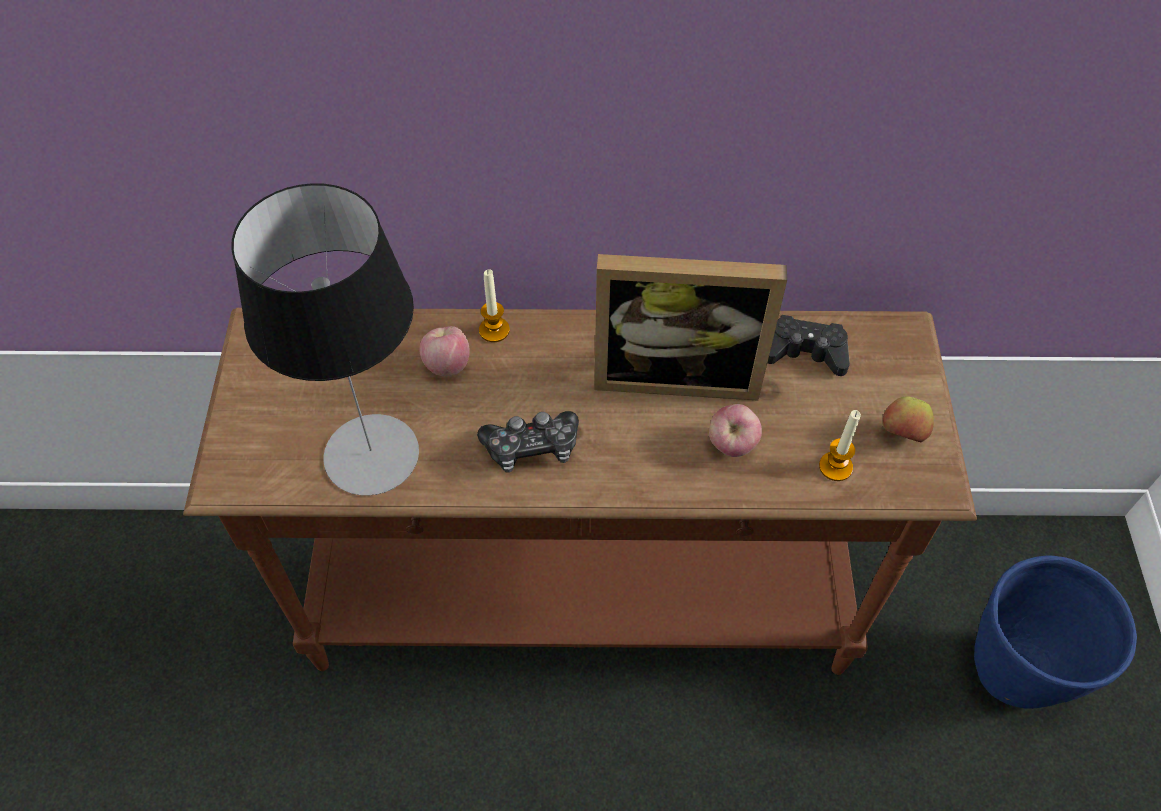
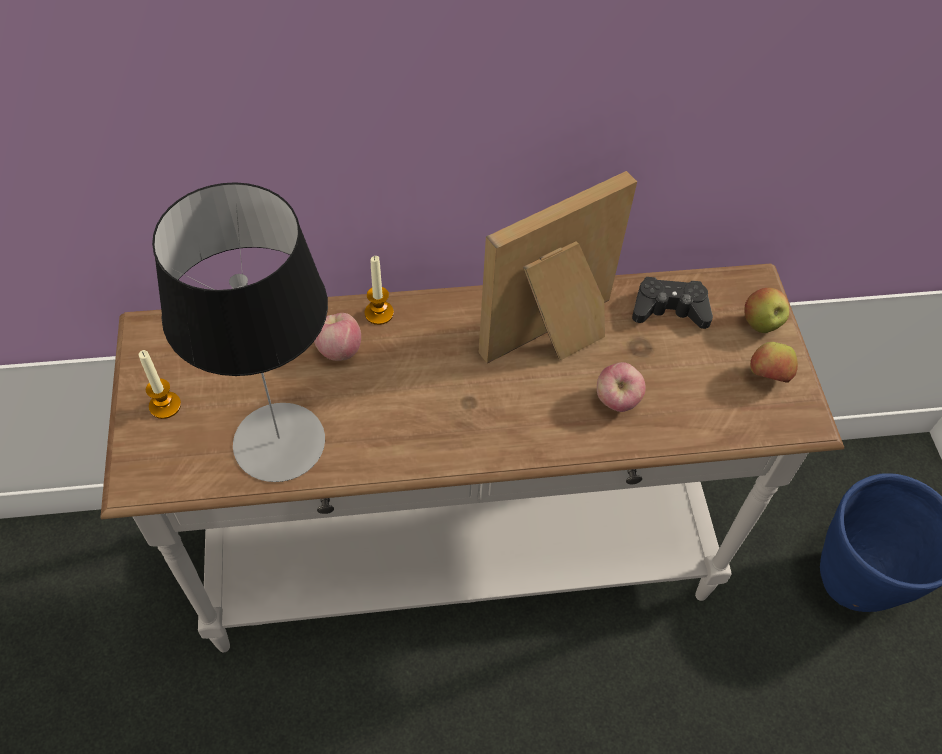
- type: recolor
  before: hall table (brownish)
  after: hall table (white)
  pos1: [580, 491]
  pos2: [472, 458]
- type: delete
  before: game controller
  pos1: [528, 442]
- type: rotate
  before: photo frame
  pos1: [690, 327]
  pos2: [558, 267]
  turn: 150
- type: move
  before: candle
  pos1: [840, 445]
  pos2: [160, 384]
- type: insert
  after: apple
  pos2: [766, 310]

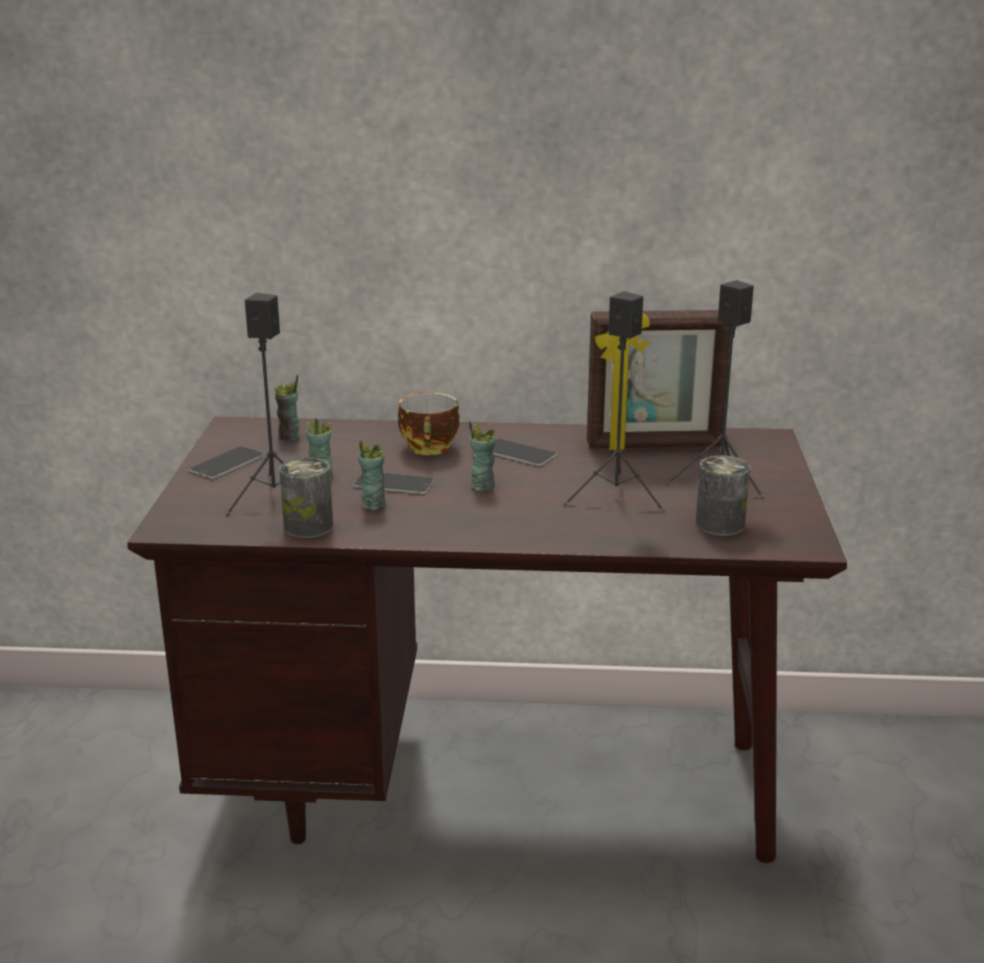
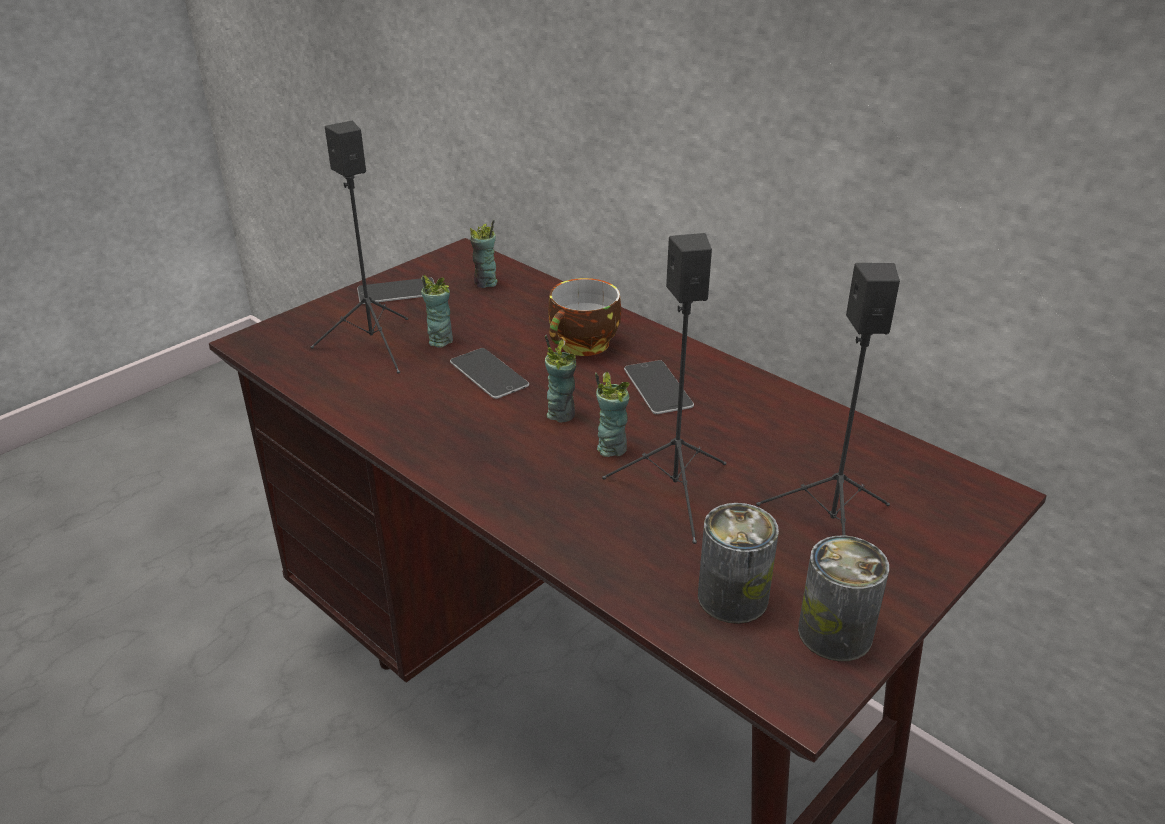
- type: move
  before: sealed can
  pos1: [306, 498]
  pos2: [843, 598]
- type: move
  before: small cup
  pos1: [371, 475]
  pos2: [612, 414]
- type: delete
  before: photo frame
  pos1: [658, 380]

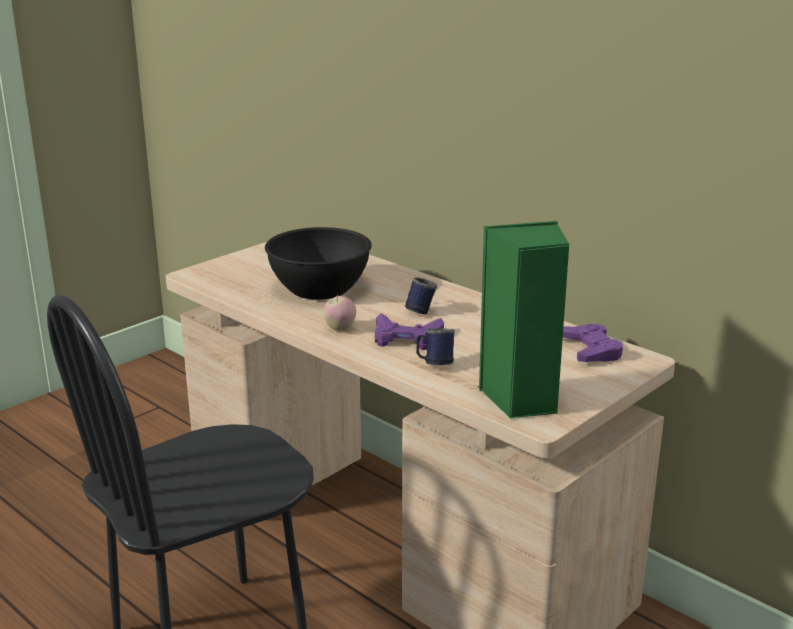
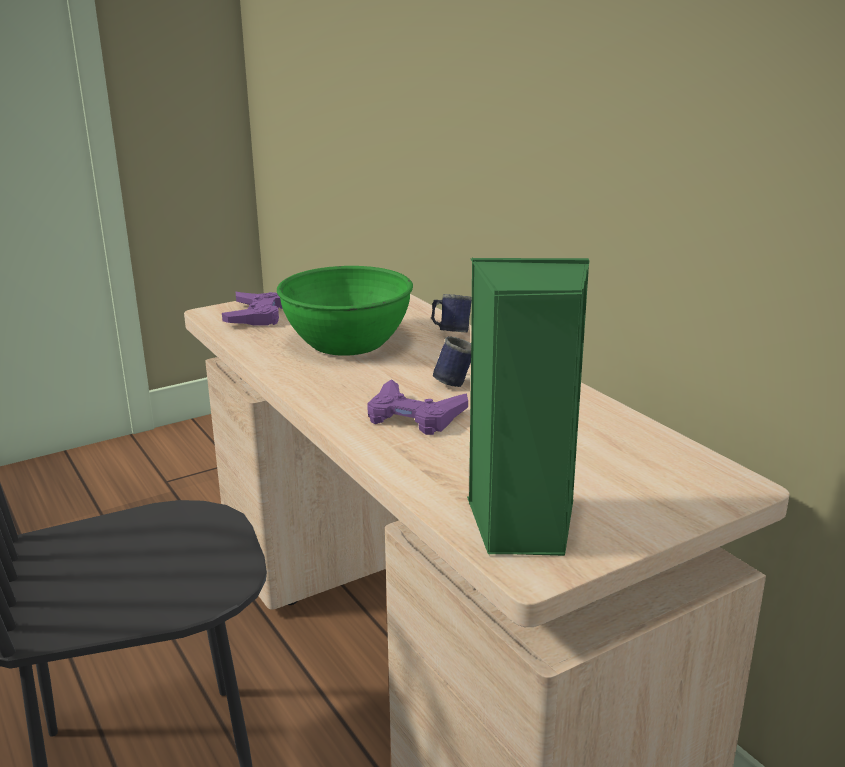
- type: recolor
  before: deep dish (black)
  after: deep dish (green)
  pos1: [318, 263]
  pos2: [345, 311]
- type: delete
  before: apple
  pos1: [340, 312]
- type: move
  before: tea mug (blue)
  pos1: [435, 346]
  pos2: [451, 313]
- type: move
  before: game controller (purplish)
  pos1: [593, 343]
  pos2: [252, 309]

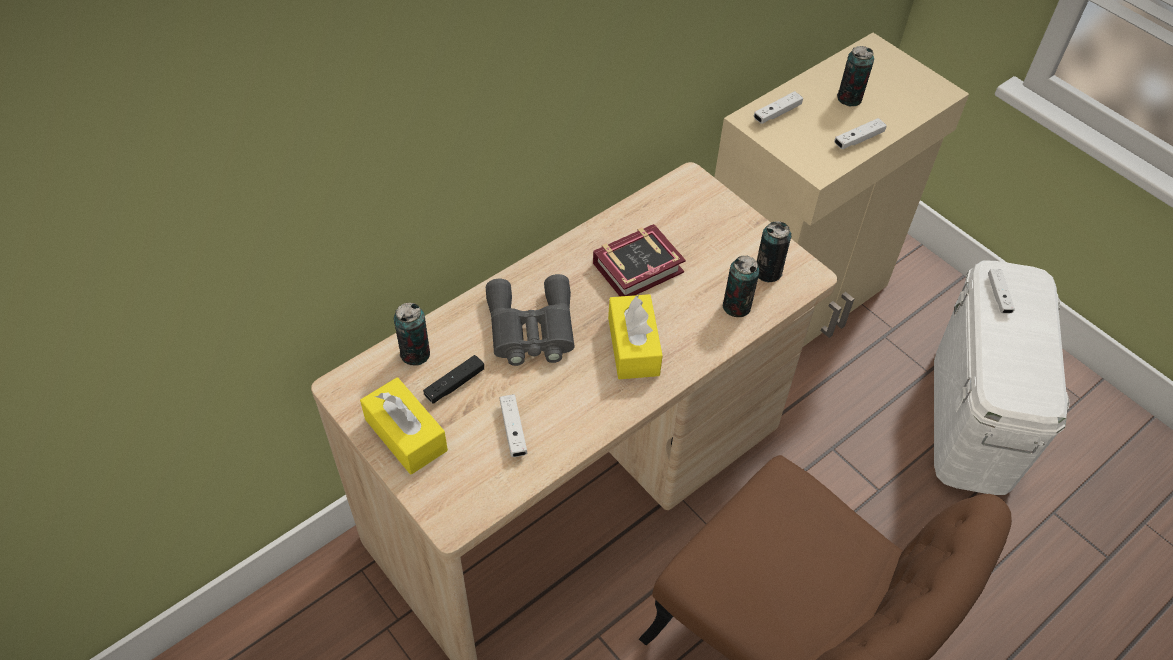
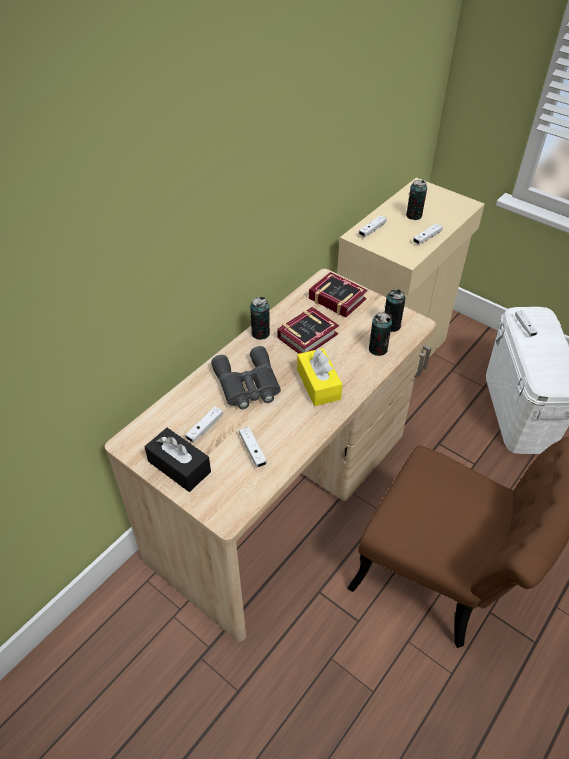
- type: recolor
  before: tissue holder (yellowish)
  after: tissue holder (black)
  pos1: [404, 426]
  pos2: [178, 460]
- type: move
  before: sealed can
  pos1: [412, 334]
  pos2: [260, 318]
- type: recolor
  before: game controller (black)
  after: game controller (white)
  pos1: [453, 379]
  pos2: [204, 424]
- type: insert
  after: bound book
  pos2: [338, 294]

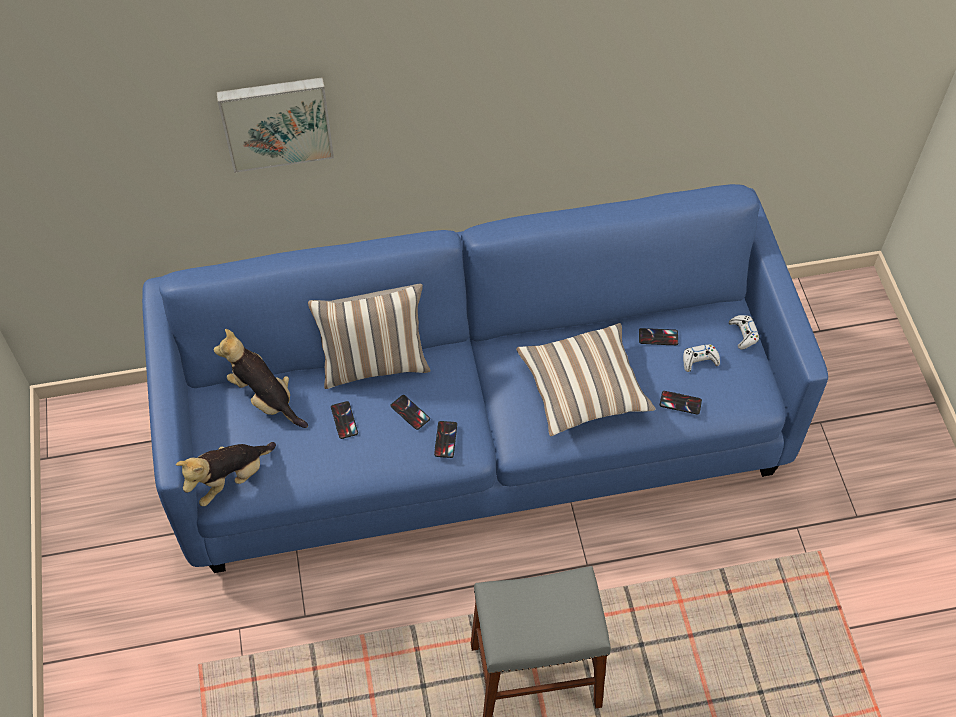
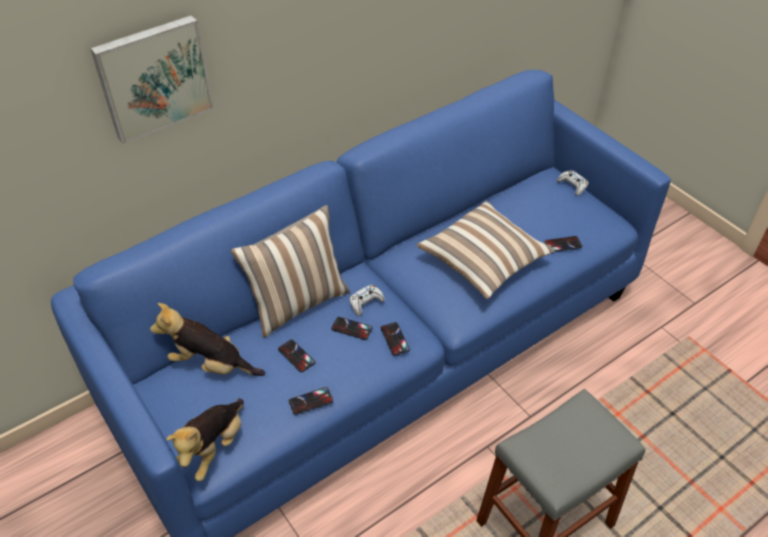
- type: move
  before: phone
  pos1: [658, 336]
  pos2: [311, 401]
- type: move
  before: game controller (white)
  pos1: [701, 358]
  pos2: [367, 300]

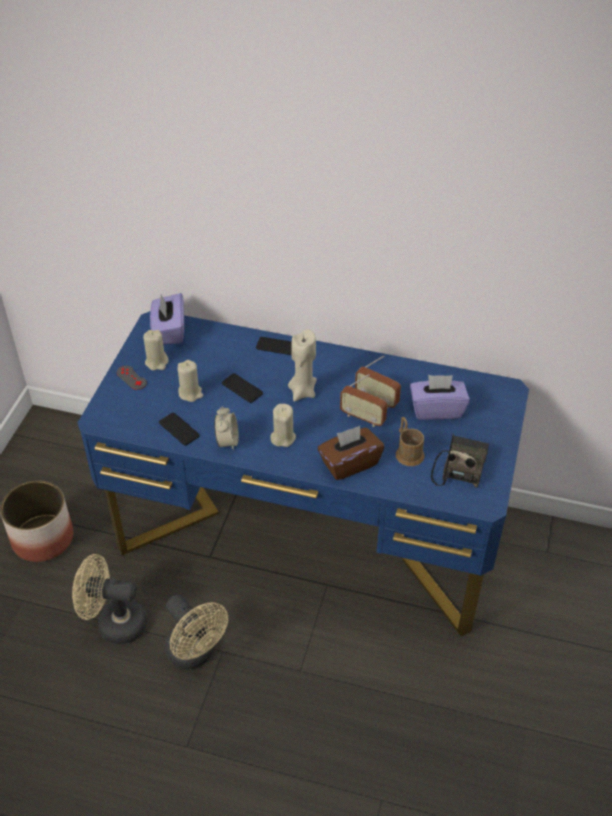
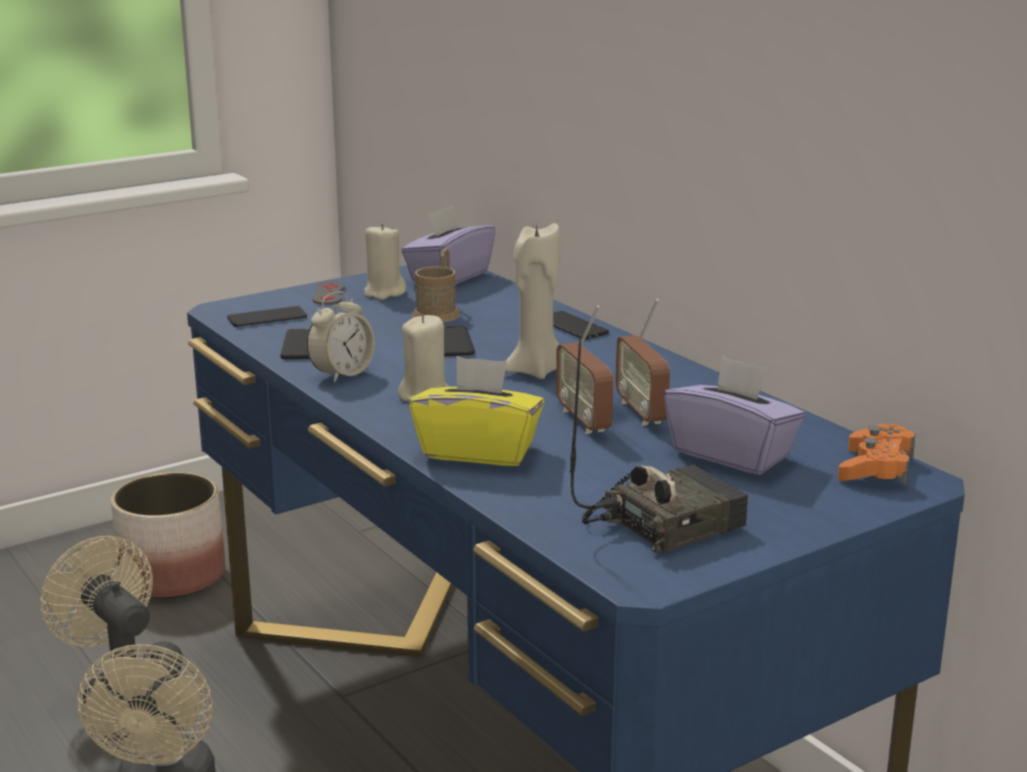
- type: delete
  before: candle (beige)
  pos1: [190, 381]
- type: recolor
  before: tissue holder (brownish)
  after: tissue holder (yellowish)
  pos1: [351, 453]
  pos2: [476, 411]
- type: move
  before: tea mug (brownish)
  pos1: [410, 441]
  pos2: [436, 285]
- type: insert
  after: phone
  pos2: [267, 316]
- type: insert
  after: game controller (orange)
  pos2: [877, 455]

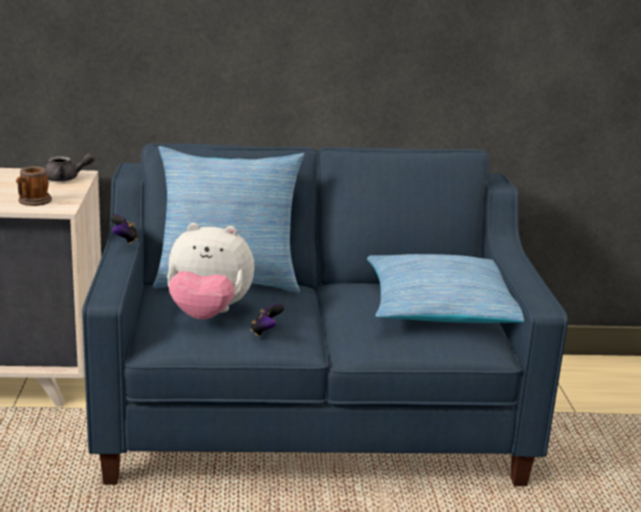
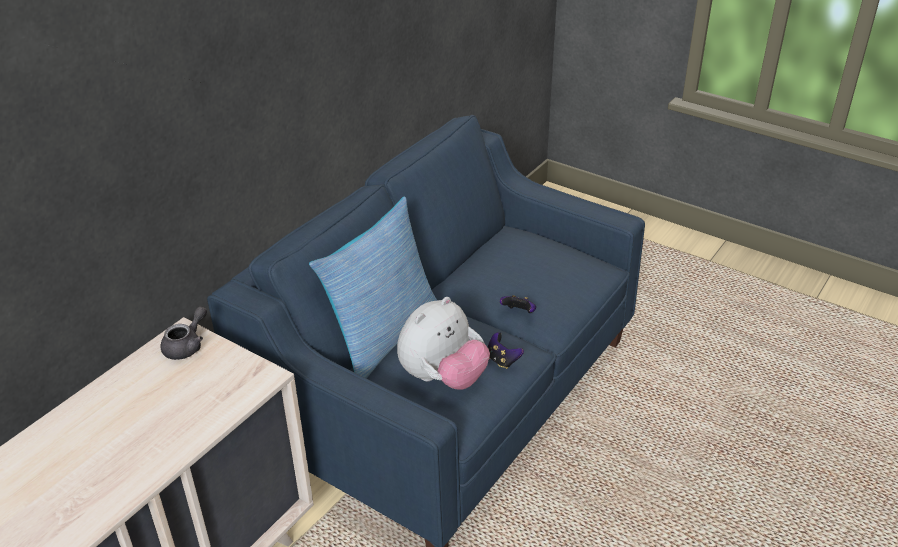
- type: delete
  before: tea mug
  pos1: [34, 186]
- type: move
  before: game controller
  pos1: [124, 229]
  pos2: [518, 304]
- type: delete
  before: cushion
  pos1: [445, 288]

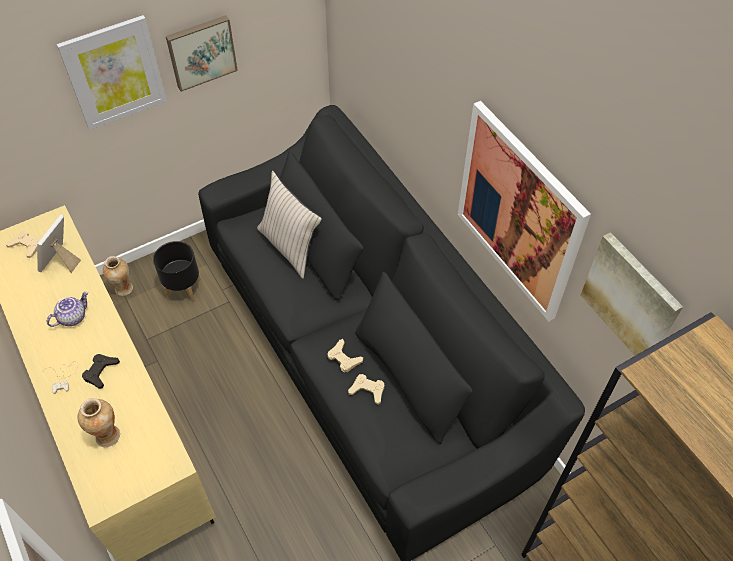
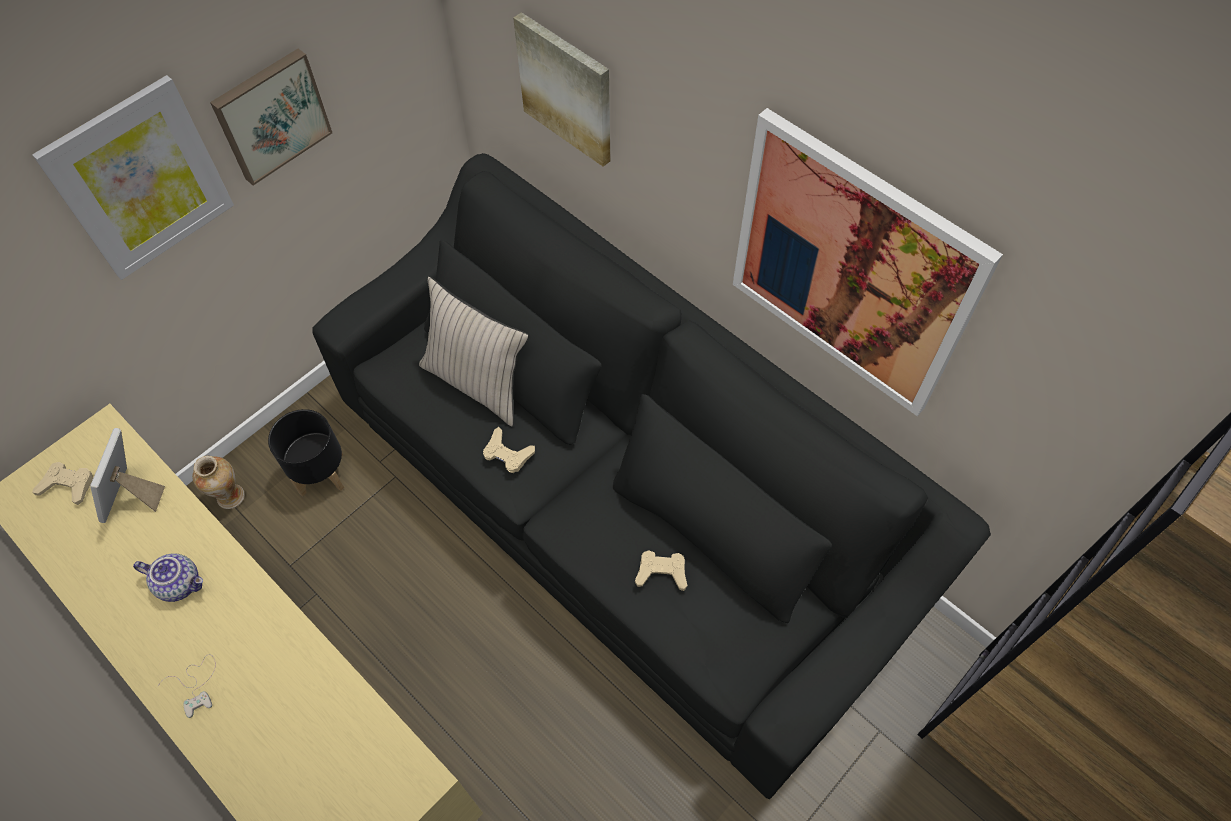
- type: rotate
  before: teapot
  pos1: [67, 309]
  pos2: [168, 577]
  turn: 75
- type: delete
  before: decorative vase
  pos1: [99, 422]
- type: delete
  before: game controller (black)
  pos1: [101, 371]
- type: move
  before: game controller (beige)
  pos1: [345, 355]
  pos2: [509, 450]
- type: move
  before: wall art
  pos1: [632, 294]
  pos2: [561, 89]

